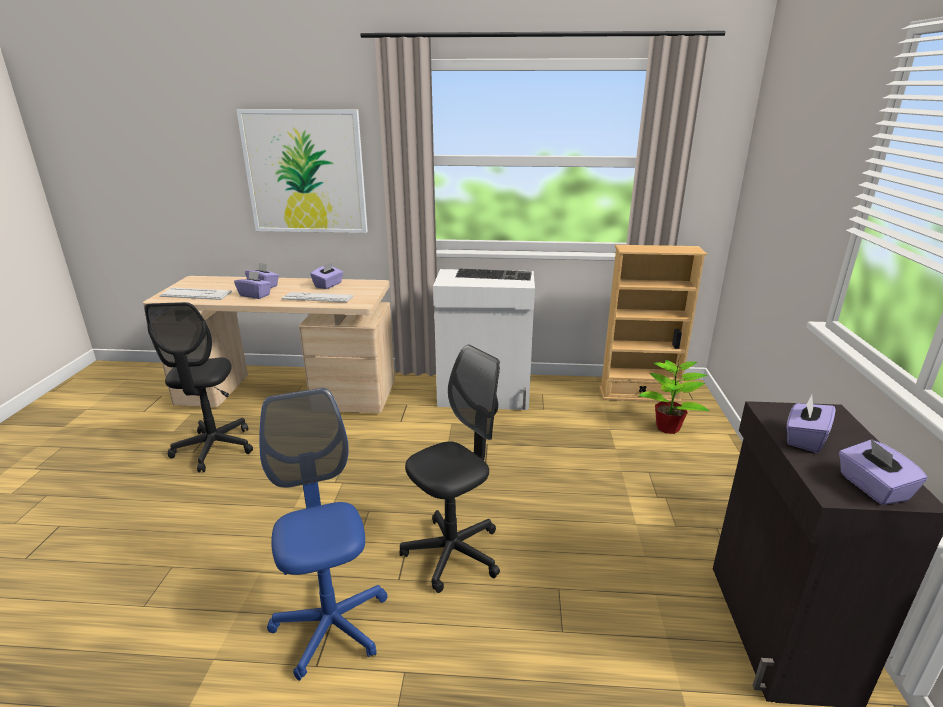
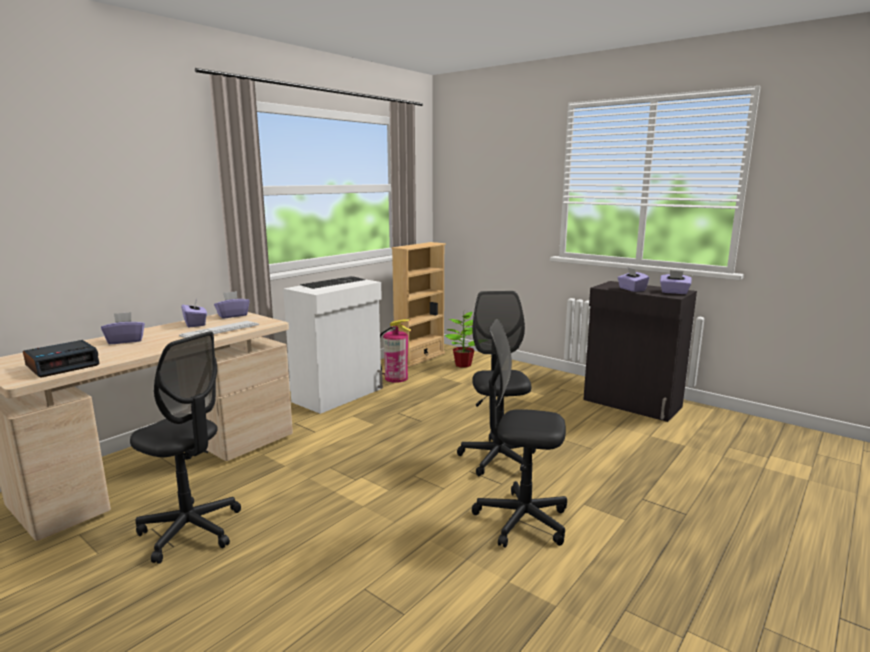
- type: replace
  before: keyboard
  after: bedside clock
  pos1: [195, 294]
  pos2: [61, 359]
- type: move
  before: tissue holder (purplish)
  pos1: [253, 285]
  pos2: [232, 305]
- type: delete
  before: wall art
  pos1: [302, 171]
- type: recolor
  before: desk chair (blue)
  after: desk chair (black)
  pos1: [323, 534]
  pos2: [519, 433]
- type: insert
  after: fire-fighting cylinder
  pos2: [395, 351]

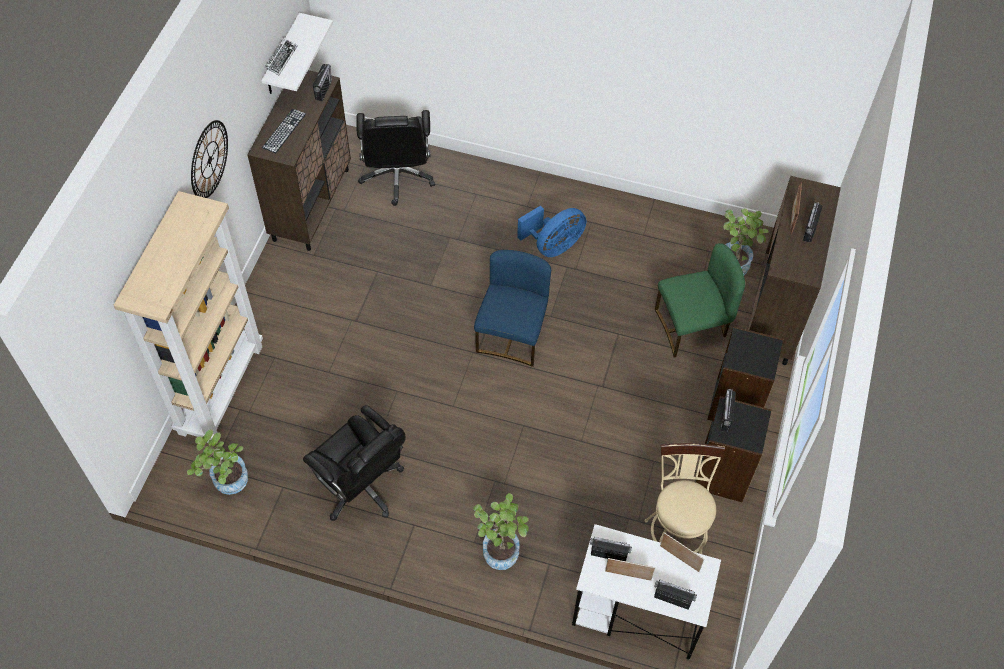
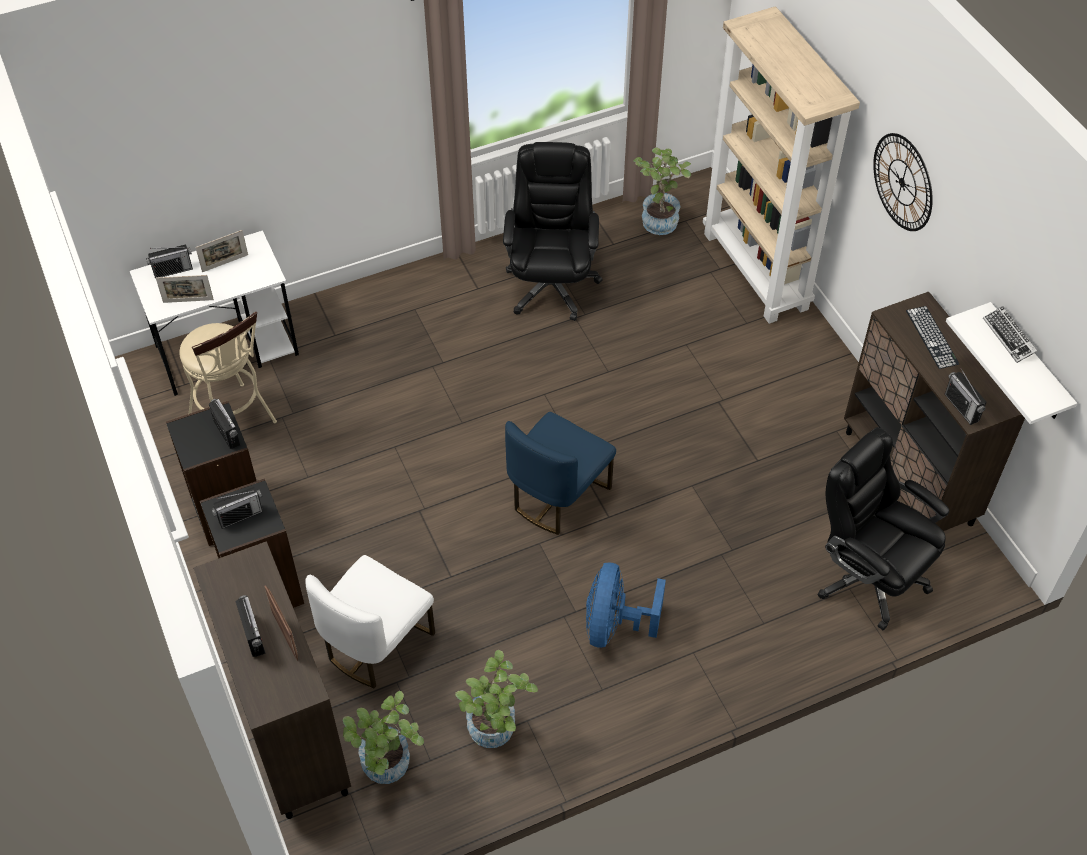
- type: rotate
  before: desk chair (black)
  pos1: [354, 463]
  pos2: [553, 231]
  turn: 90
- type: move
  before: plant in a pot
  pos1: [501, 531]
  pos2: [496, 699]
- type: rotate
  before: upright chair (blue)
  pos1: [512, 308]
  pos2: [560, 473]
  turn: 60
- type: move
  before: radio receiver
  pos1: [611, 549]
  pos2: [237, 508]
- type: recolor
  before: upright chair (green)
  after: upright chair (white)
  pos1: [700, 300]
  pos2: [370, 621]

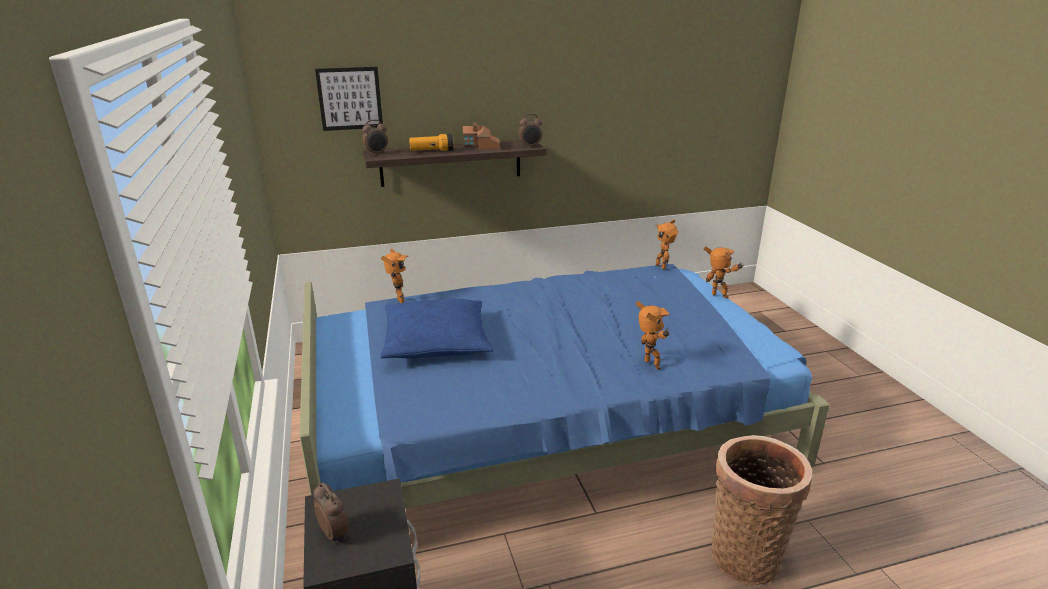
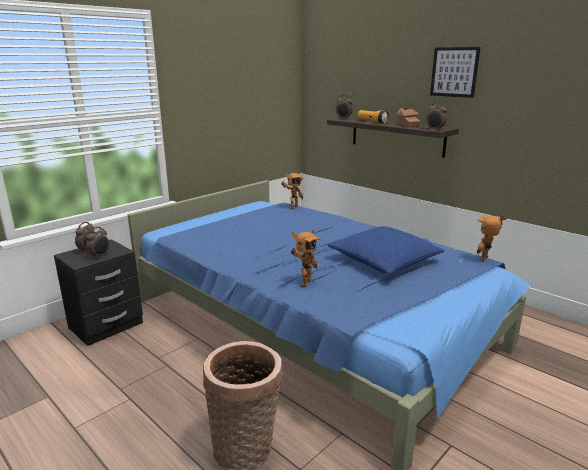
- type: move
  before: wall art
  pos1: [349, 99]
  pos2: [455, 72]
- type: move
  before: cushion (blue)
  pos1: [436, 328]
  pos2: [386, 250]
- type: delete
  before: toy robot
  pos1: [723, 272]
- type: insert
  after: bedside clock
  pos2: [97, 243]

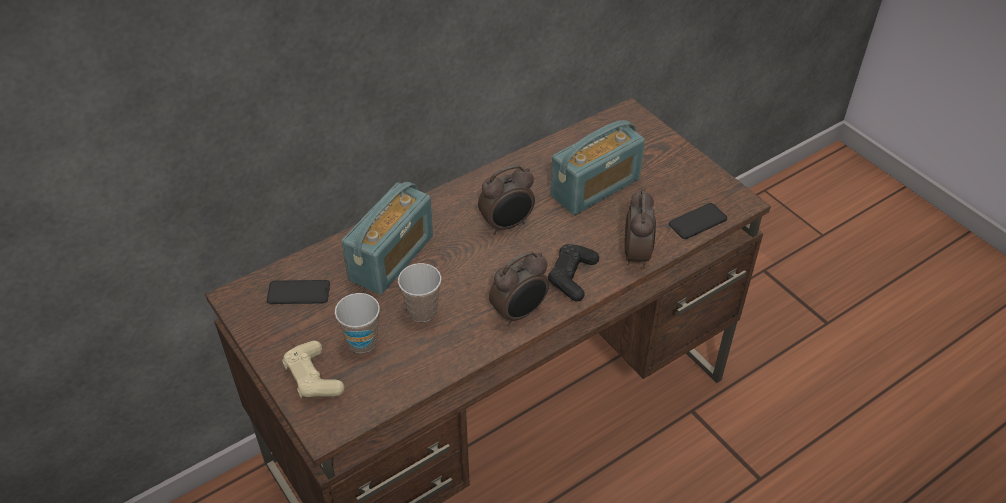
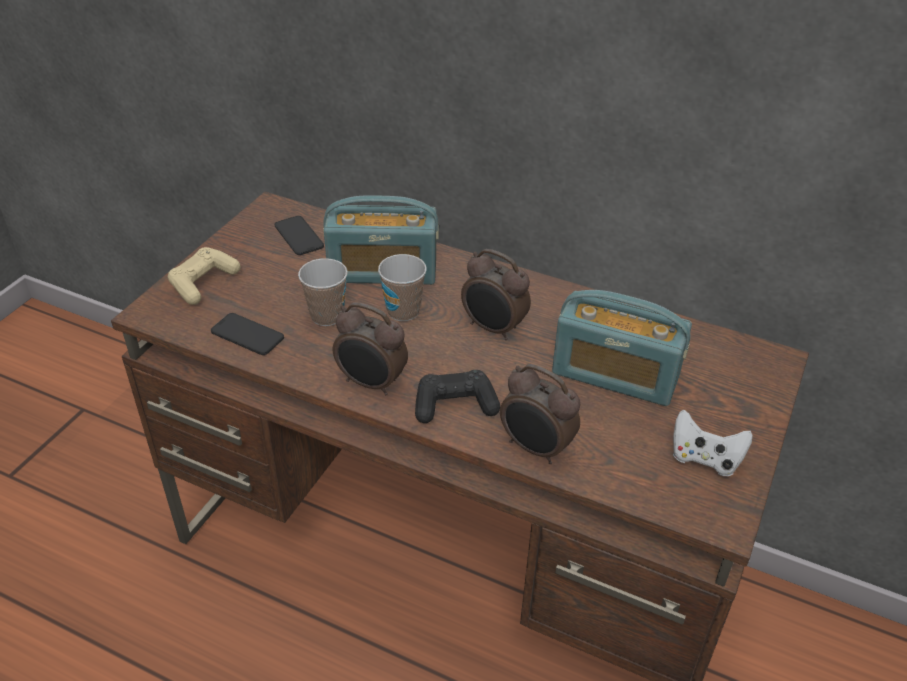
- type: move
  before: small cup
  pos1: [357, 323]
  pos2: [402, 287]
- type: rotate
  before: bedside clock
  pos1: [640, 228]
  pos2: [540, 414]
  turn: 60
- type: move
  before: phone
  pos1: [698, 221]
  pos2: [247, 334]
- type: insert
  after: game controller (white)
  pos2: [713, 443]

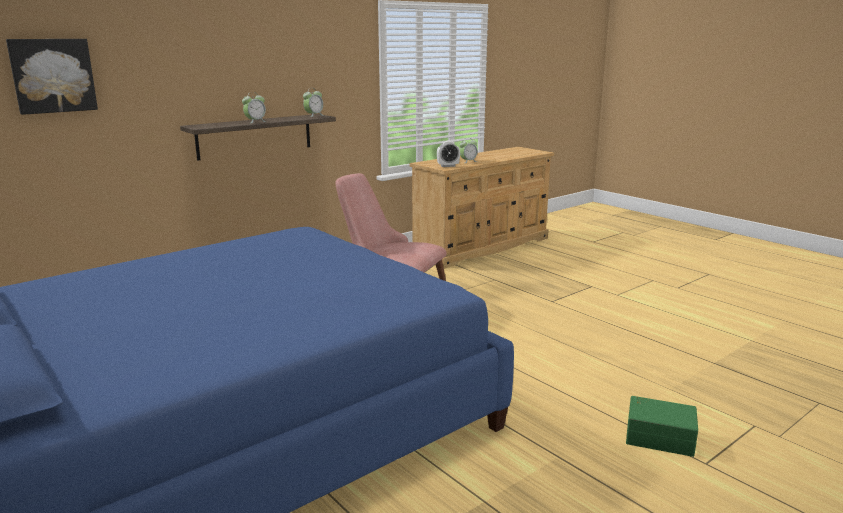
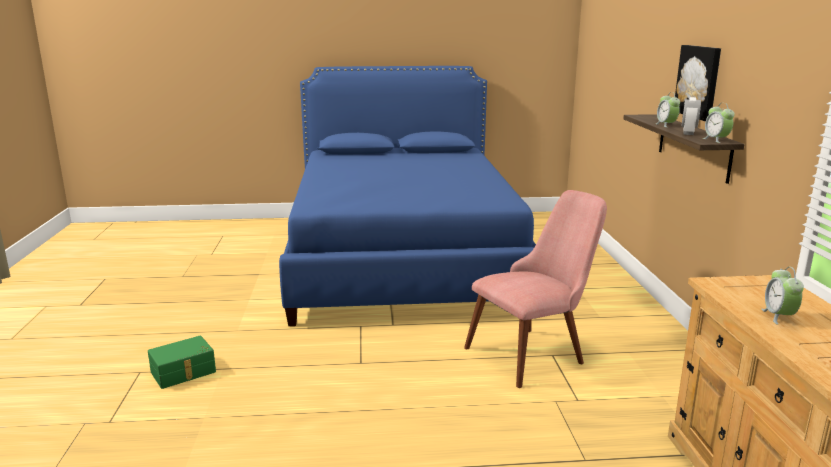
- type: move
  before: wall art
  pos1: [52, 77]
  pos2: [698, 83]
- type: move
  before: bedside clock
  pos1: [448, 154]
  pos2: [691, 116]

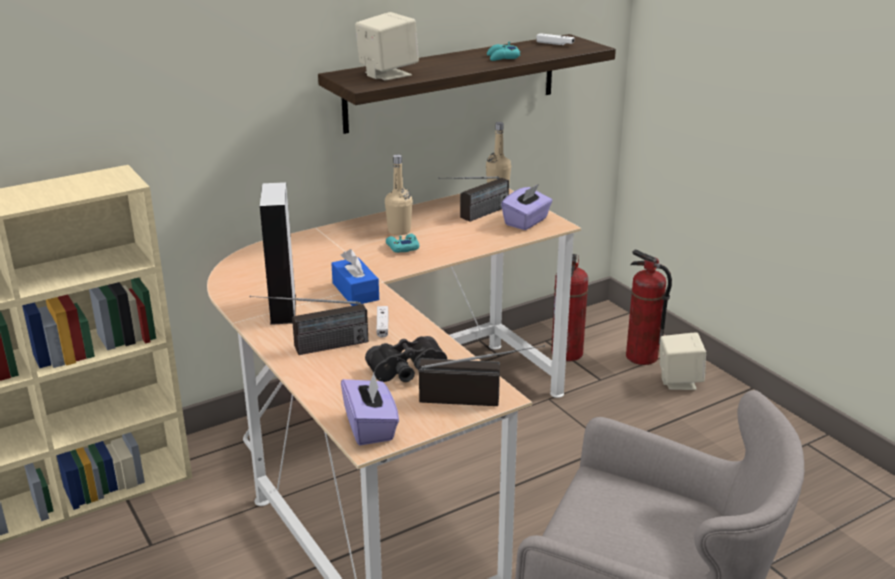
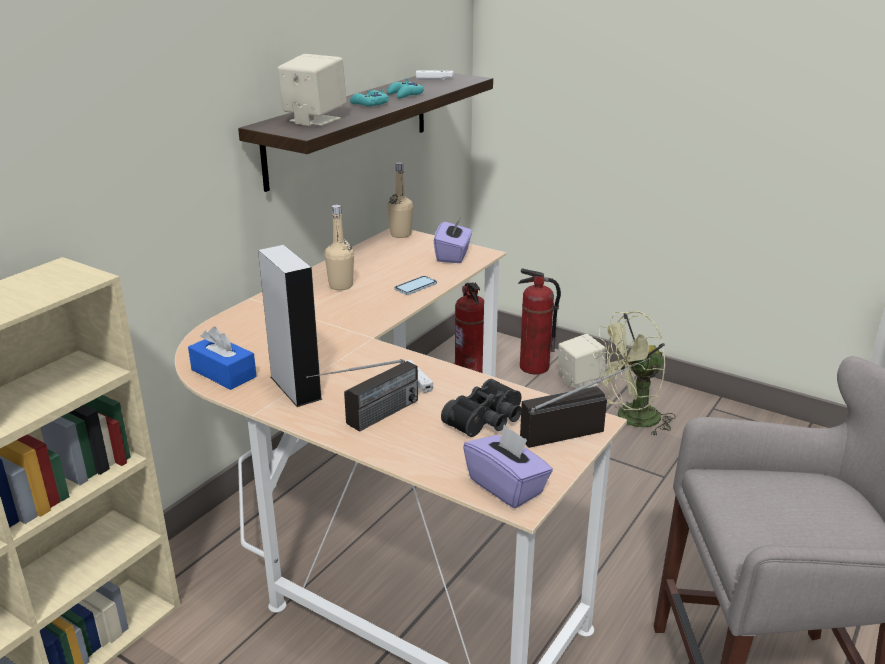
- type: move
  before: tissue holder (blue)
  pos1: [355, 277]
  pos2: [222, 358]
- type: move
  before: game controller (blue-green)
  pos1: [402, 243]
  pos2: [369, 97]
- type: delete
  before: radio receiver
  pos1: [473, 199]
- type: insert
  after: phone
  pos2: [416, 285]
- type: insert
  after: cooling fan (green)
  pos2: [634, 373]

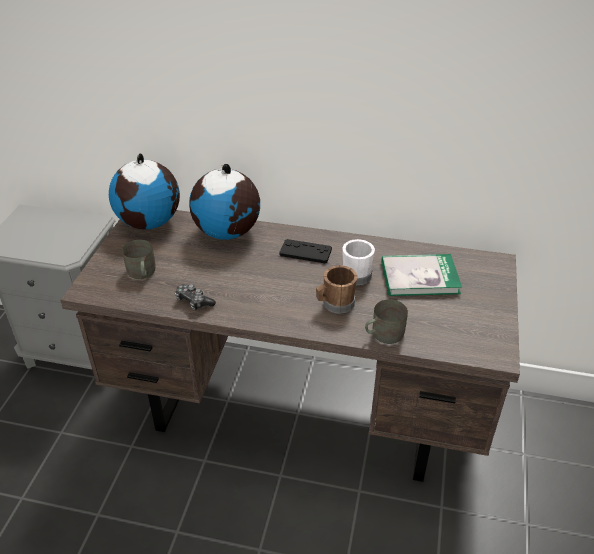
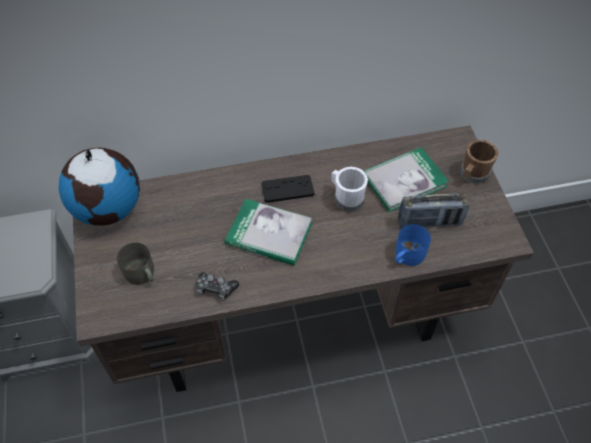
- type: delete
  before: world globe
  pos1: [224, 202]
- type: move
  before: tea mug (brownish)
  pos1: [337, 289]
  pos2: [479, 161]
- type: recolor
  before: tea mug (grey)
  after: tea mug (blue)
  pos1: [386, 321]
  pos2: [413, 245]
- type: insert
  after: bound book
  pos2: [268, 232]
- type: insert
  after: radio receiver
  pos2: [434, 210]

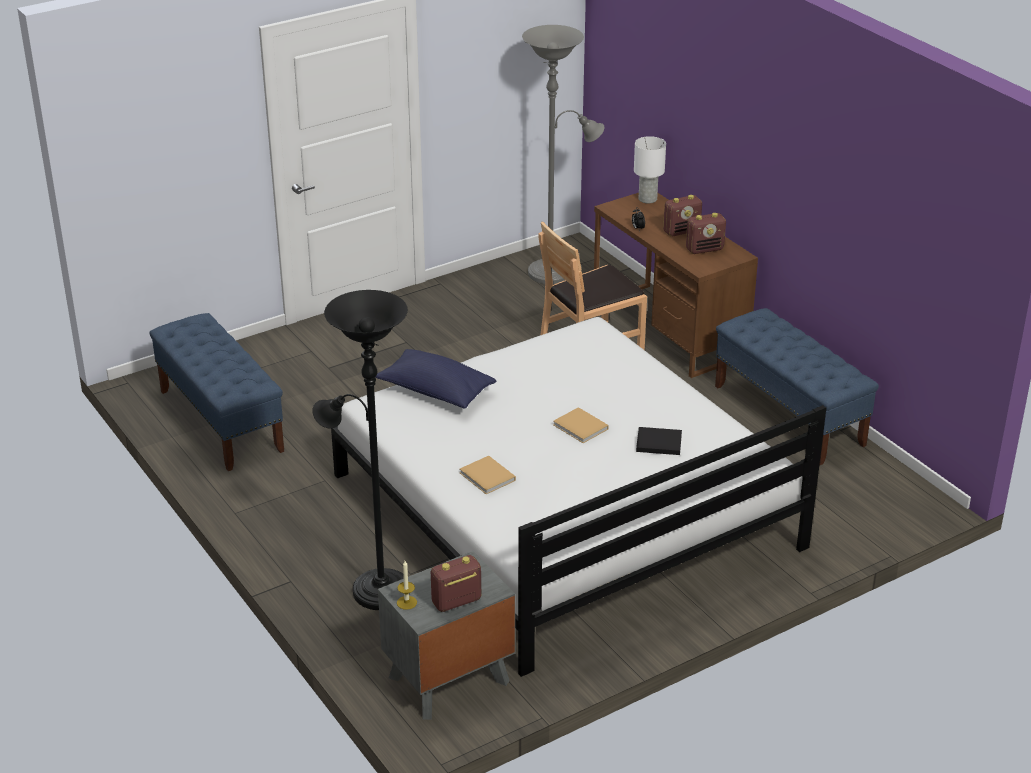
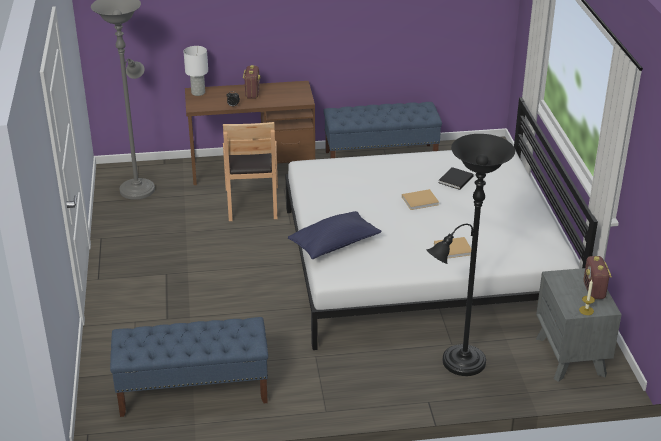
- type: delete
  before: radio receiver
  pos1: [706, 233]

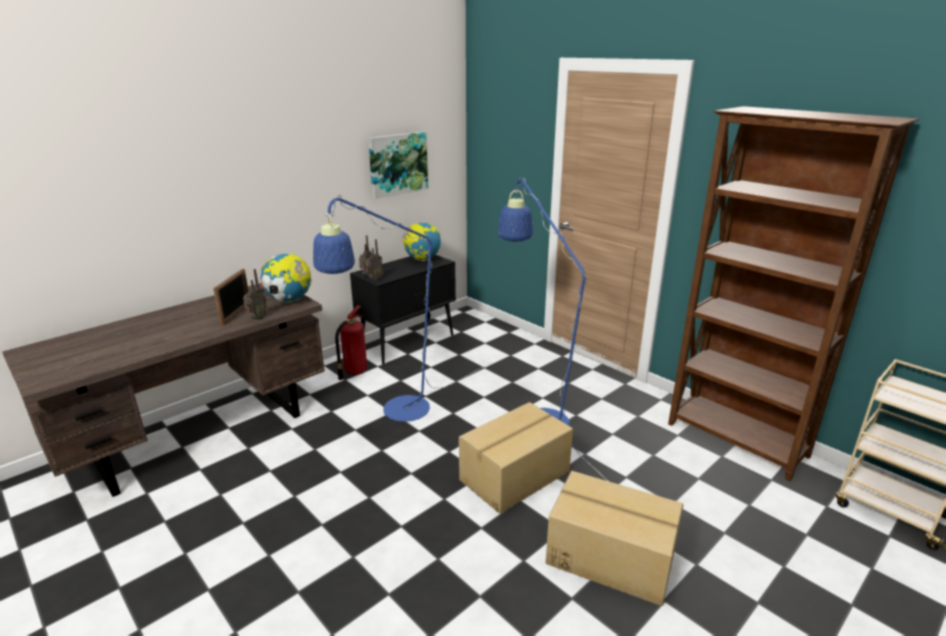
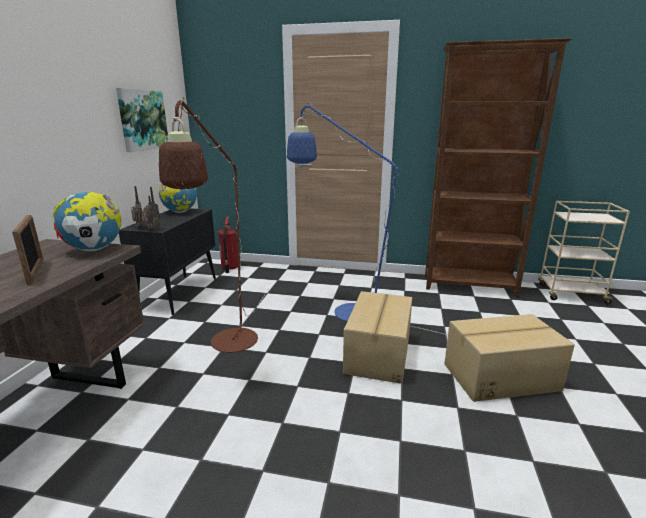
- type: delete
  before: radio receiver
  pos1: [255, 294]
- type: recolor
  before: floor lamp (blue)
  after: floor lamp (brownish)
  pos1: [402, 308]
  pos2: [214, 225]
- type: move
  before: fire-fighting cylinder
  pos1: [351, 342]
  pos2: [228, 245]

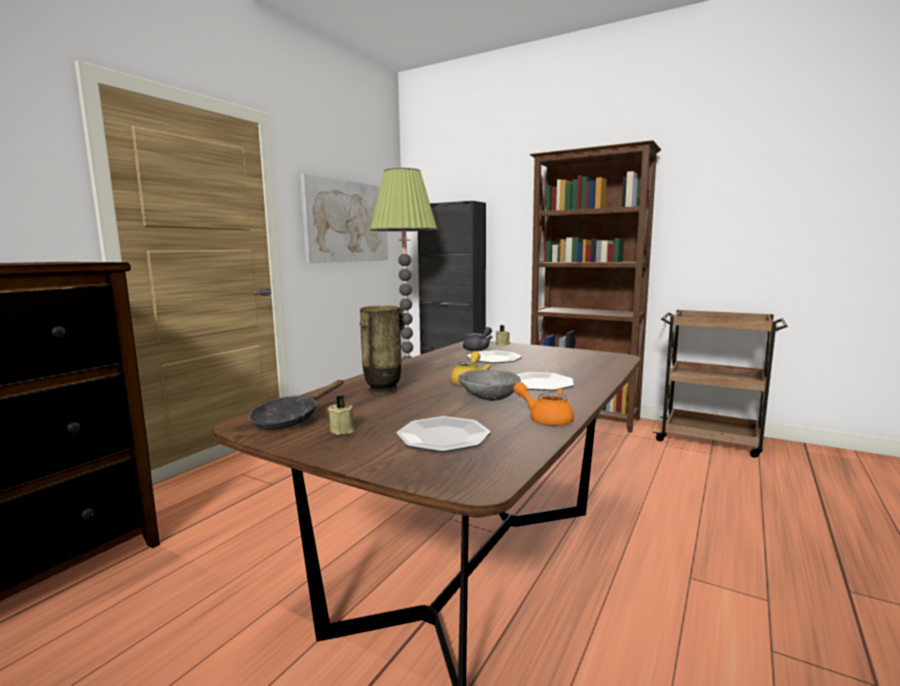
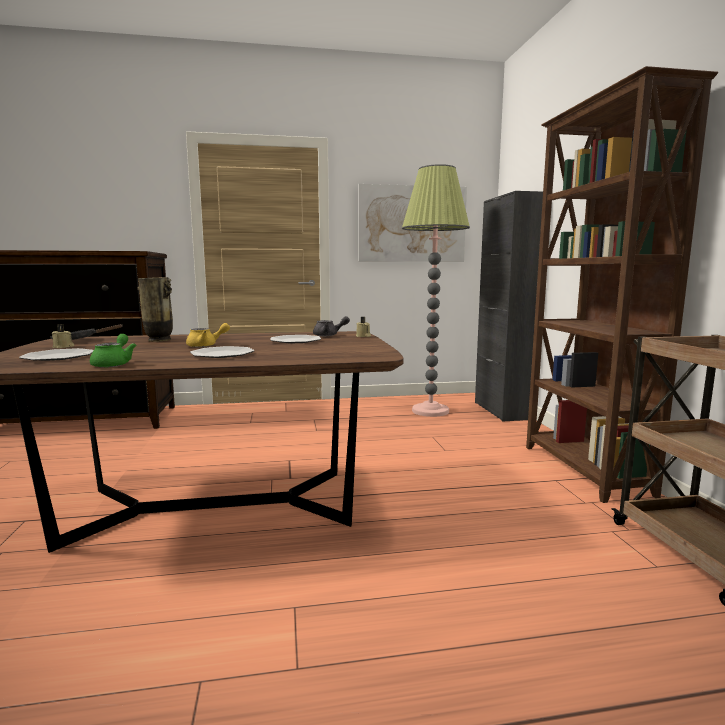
- type: delete
  before: deep dish (grey)
  pos1: [489, 385]
- type: recolor
  before: teapot (orange)
  after: teapot (green)
  pos1: [543, 404]
  pos2: [113, 351]

